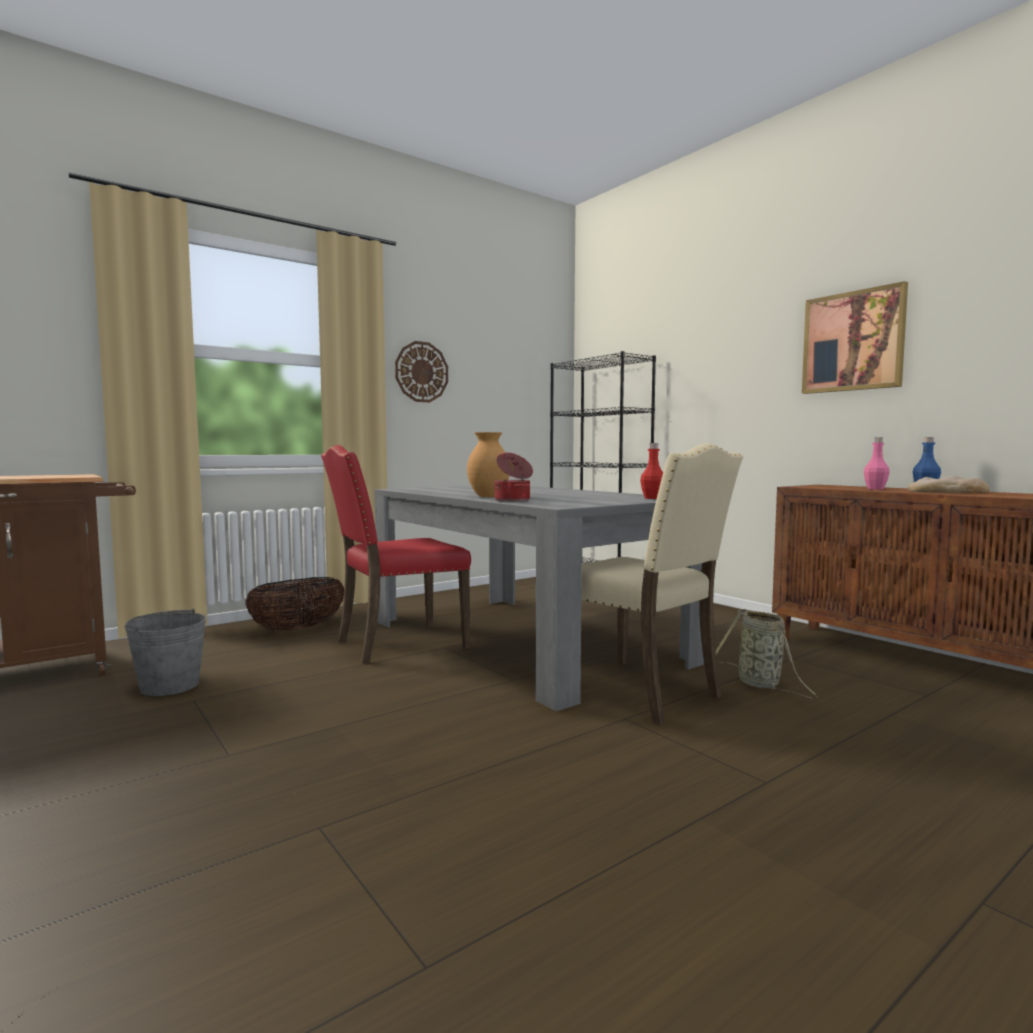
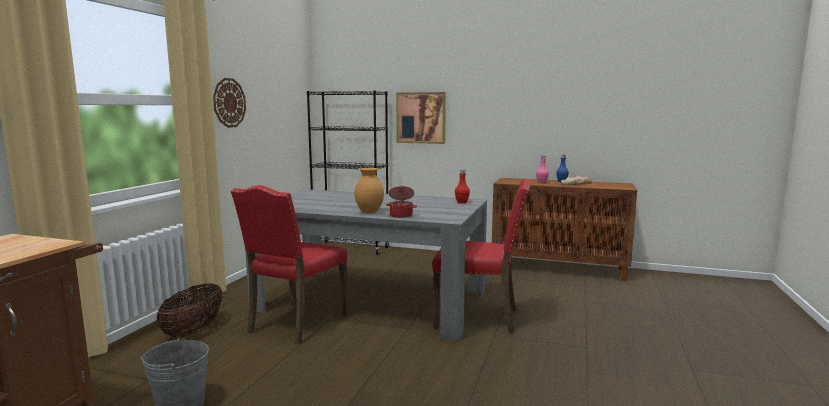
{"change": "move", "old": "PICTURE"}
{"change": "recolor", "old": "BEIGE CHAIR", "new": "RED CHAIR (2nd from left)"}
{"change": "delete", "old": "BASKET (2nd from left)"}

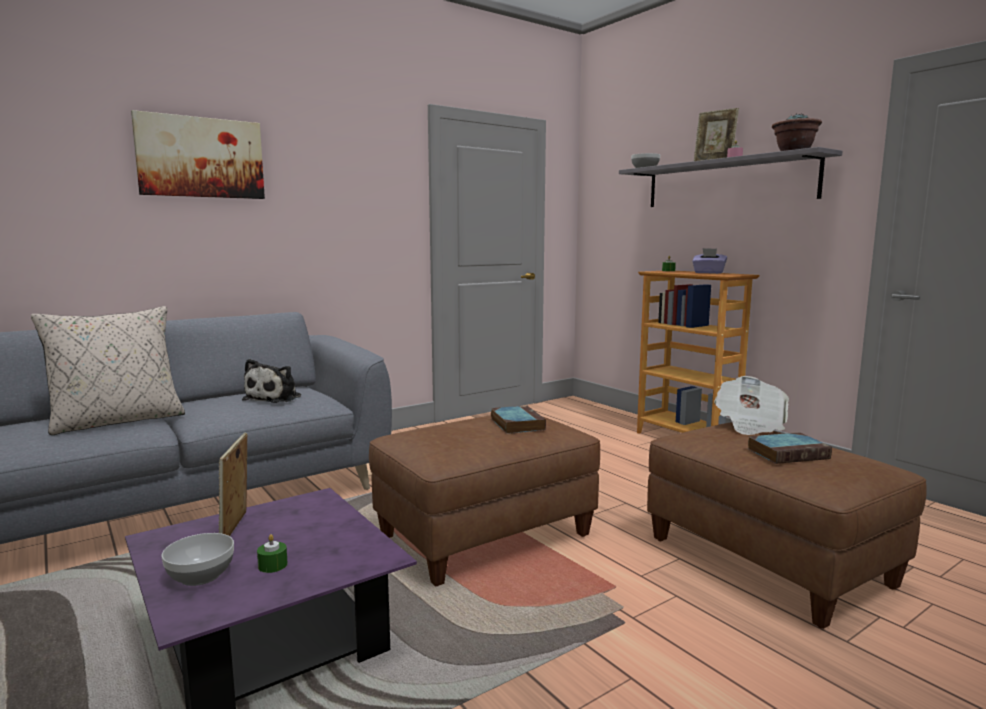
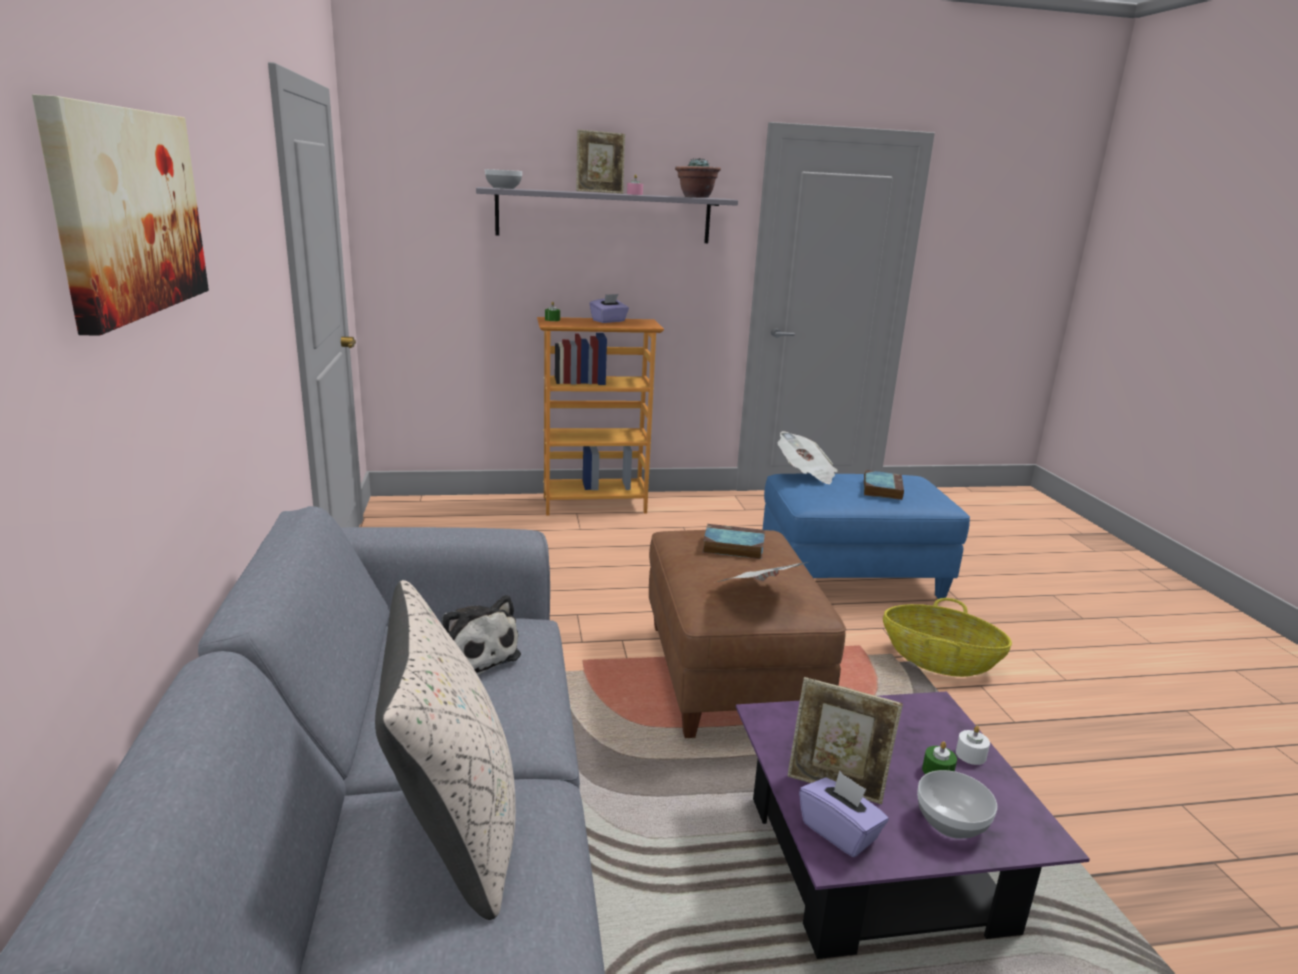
{"change": "insert", "new": "NEWSPAPER (1st from left)"}
{"change": "recolor", "old": "BROWN OTTOMAN (2nd from left)", "new": "BLUE OTTOMAN"}
{"change": "insert", "new": "PURPLE TISSUE BOX (2nd from left)"}
{"change": "insert", "new": "BASKET"}
{"change": "insert", "new": "WHITE CANDLE"}

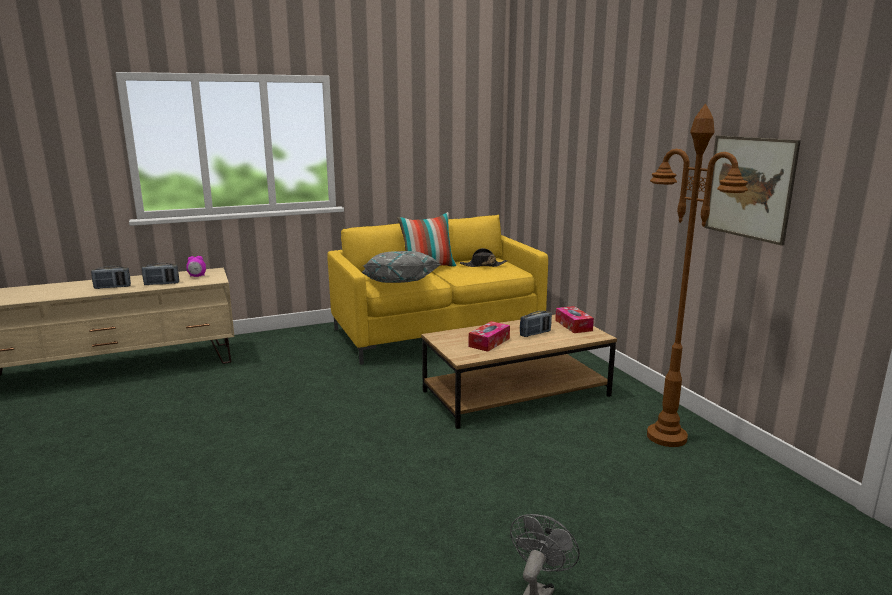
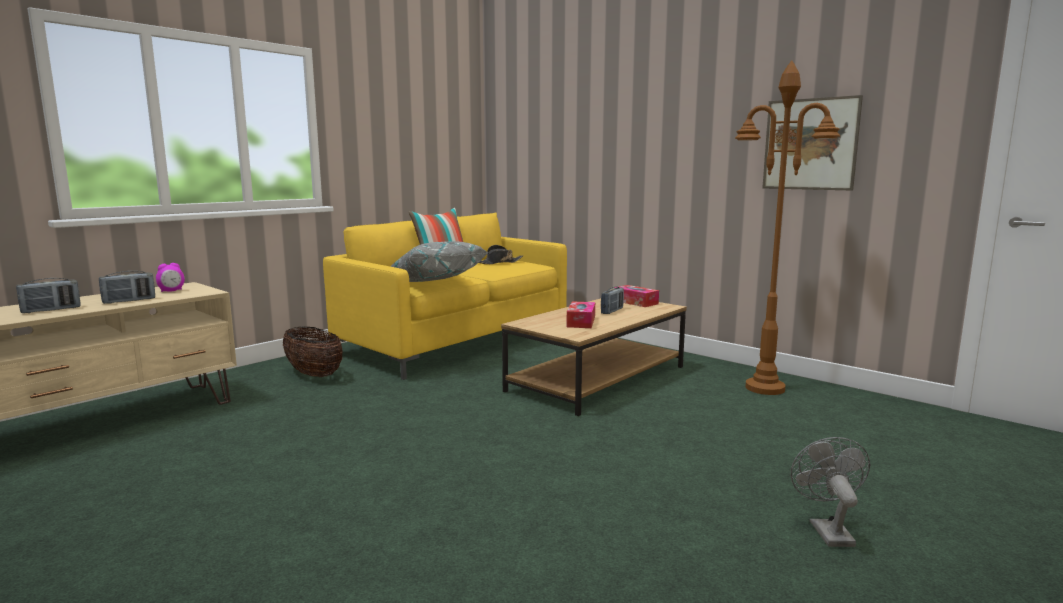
{"change": "insert", "new": "BASKET"}

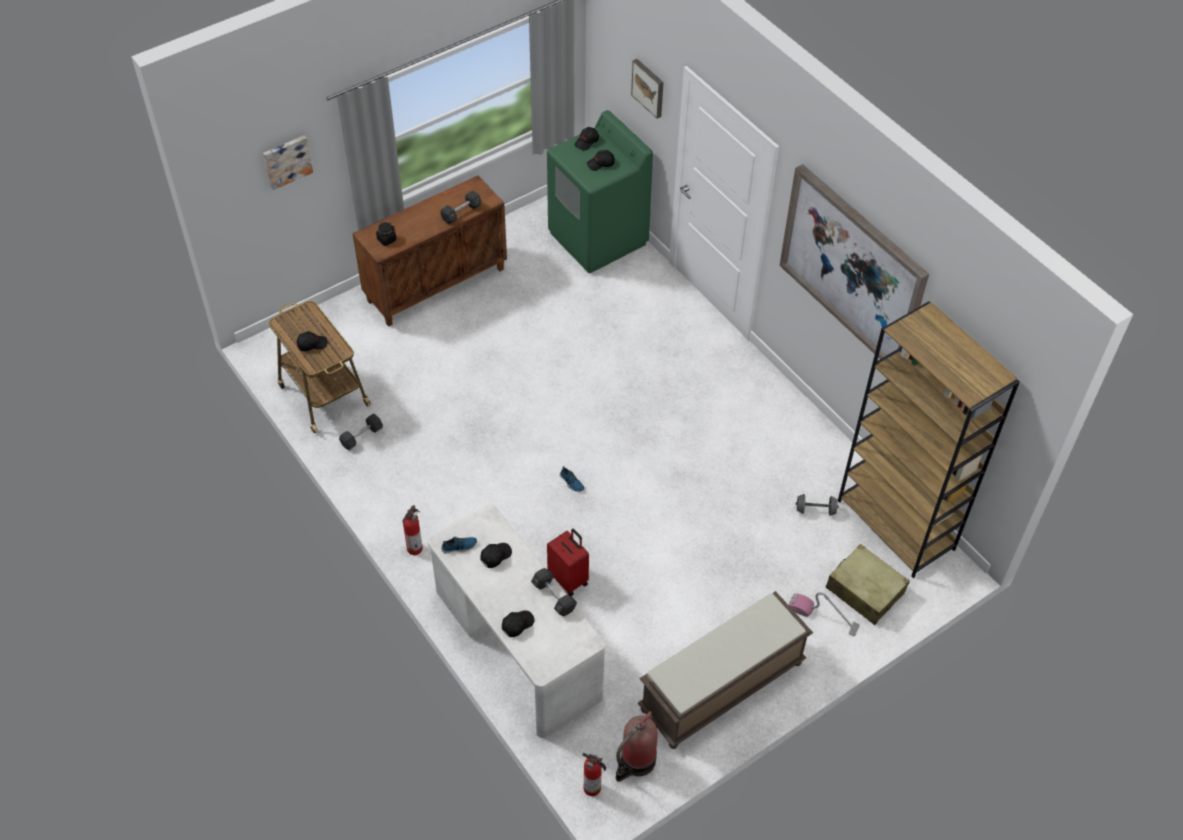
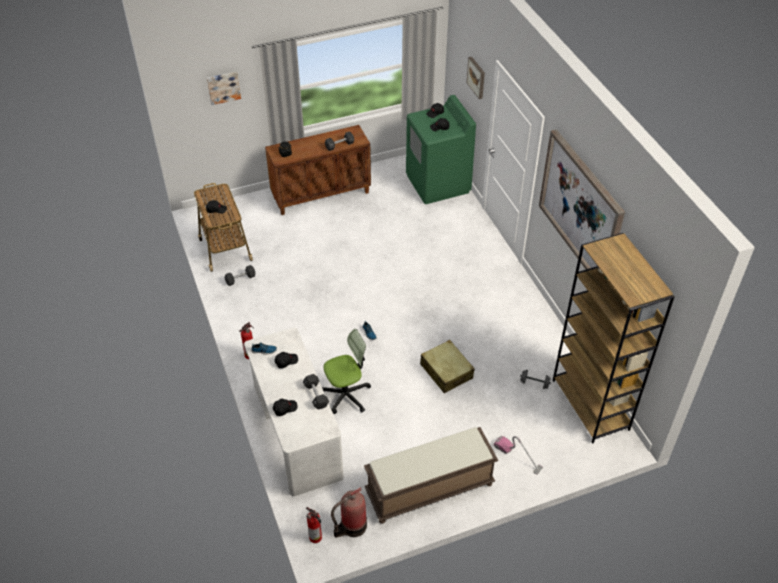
{"change": "replace", "old": "RED SUITCASE", "new": "OFFICE CHAIR"}
{"change": "move", "old": "BEIGE SUITCASE"}

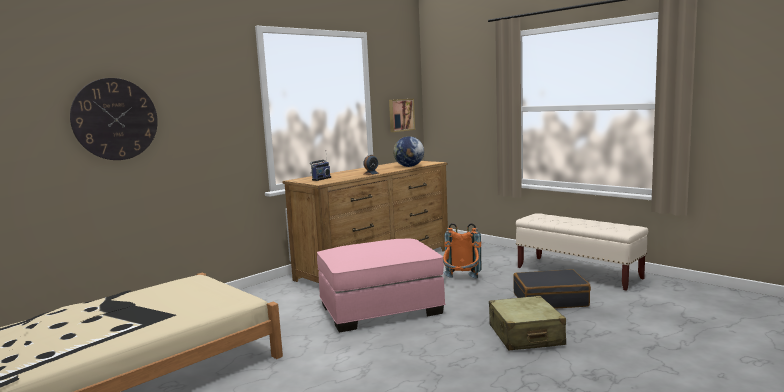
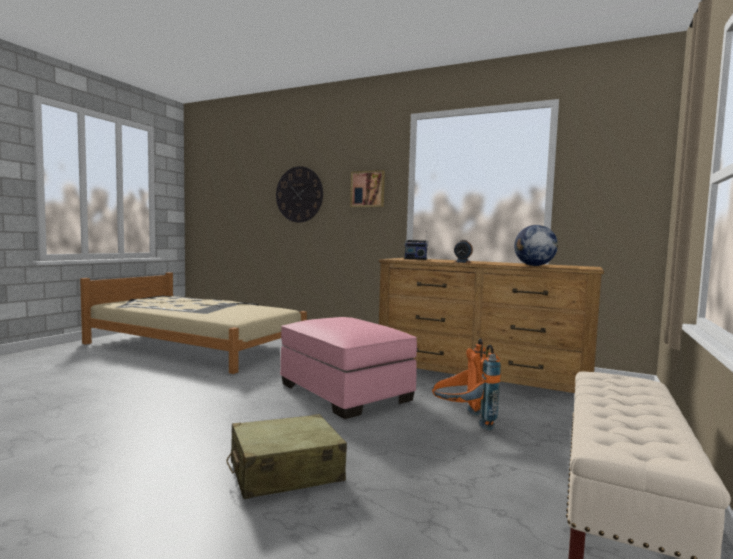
{"change": "move", "old": "PICTURE"}
{"change": "delete", "old": "BLACK SUITCASE"}

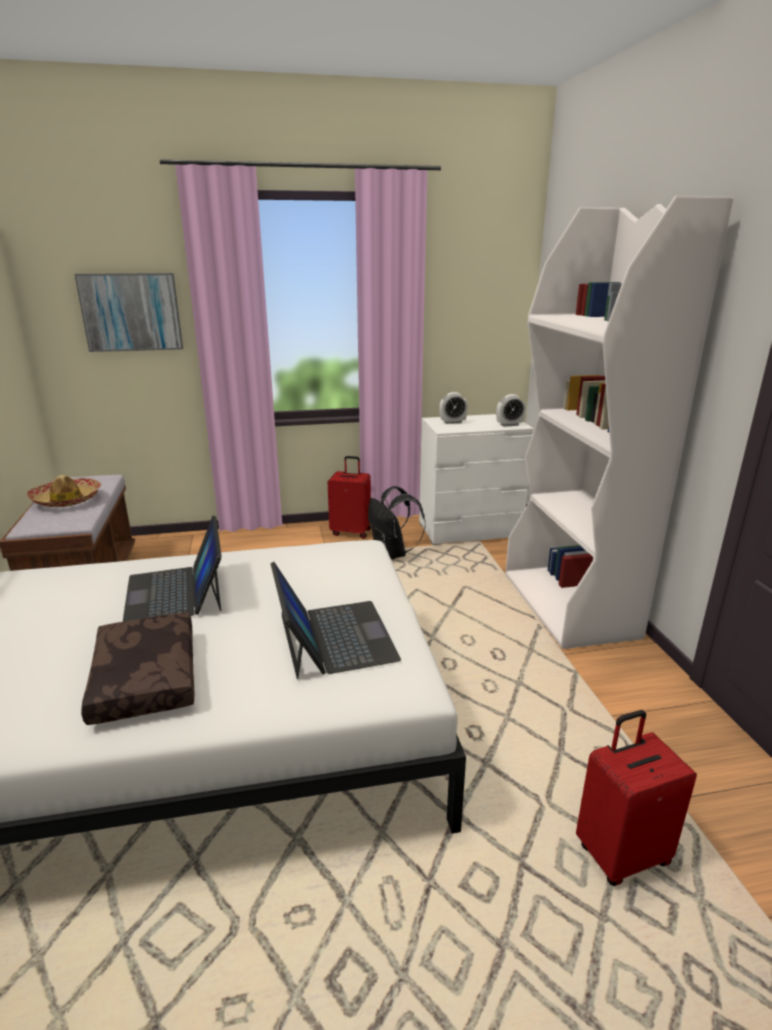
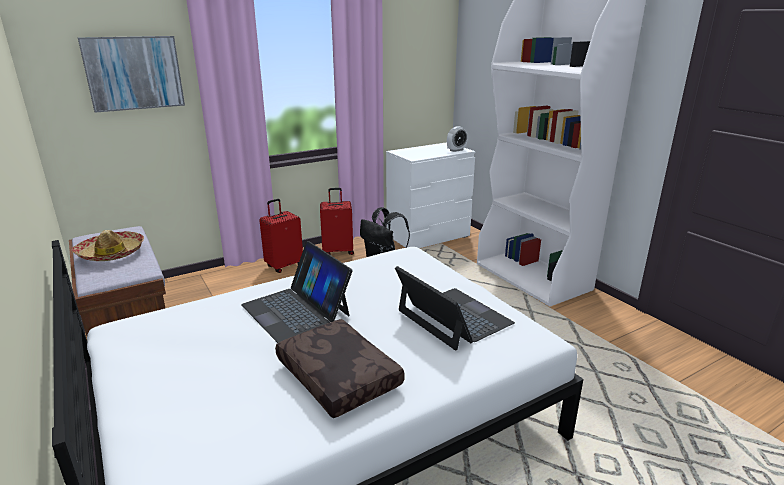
{"change": "move", "old": "RED SUITCASE (2nd from left in the first image)", "new": "RED SUITCASE (1st from left)"}
{"change": "delete", "old": "ALARM CLOCK (1st from left)"}

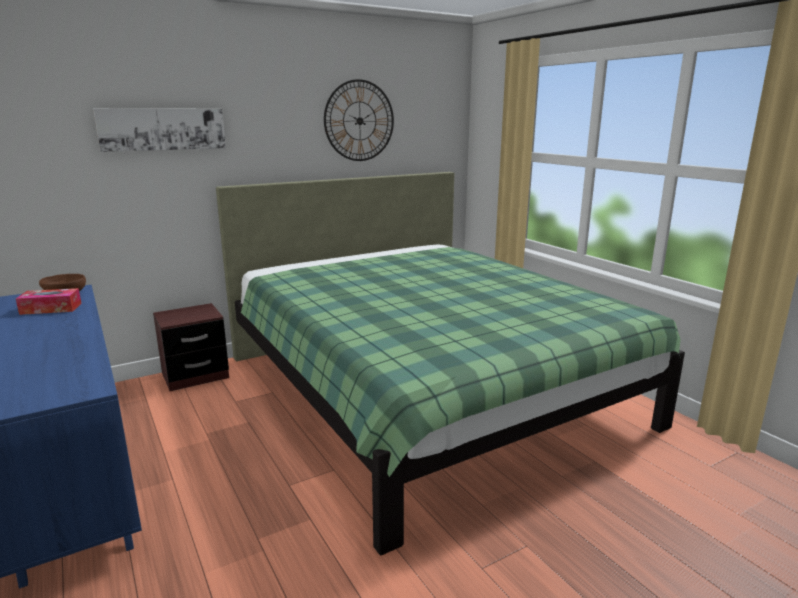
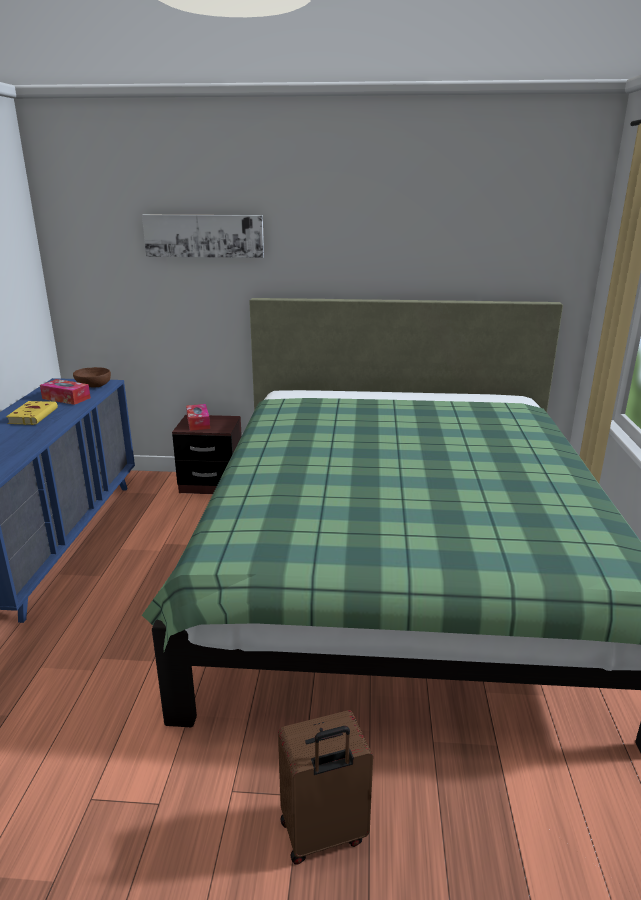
{"change": "insert", "new": "YELLOW BOOK"}
{"change": "insert", "new": "TISSUE BOX (2nd from left)"}
{"change": "insert", "new": "BROWN SUITCASE"}
{"change": "delete", "old": "WALL CLOCK"}

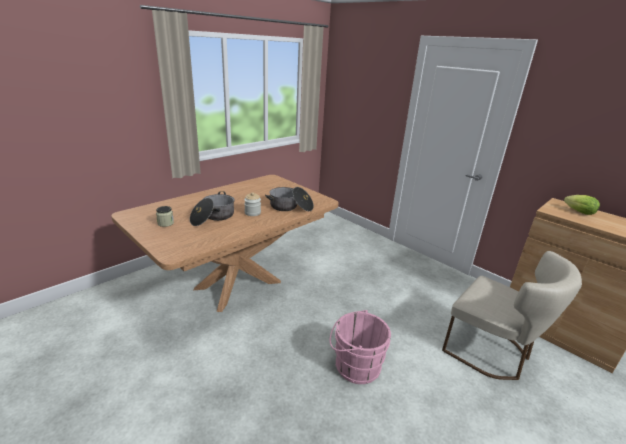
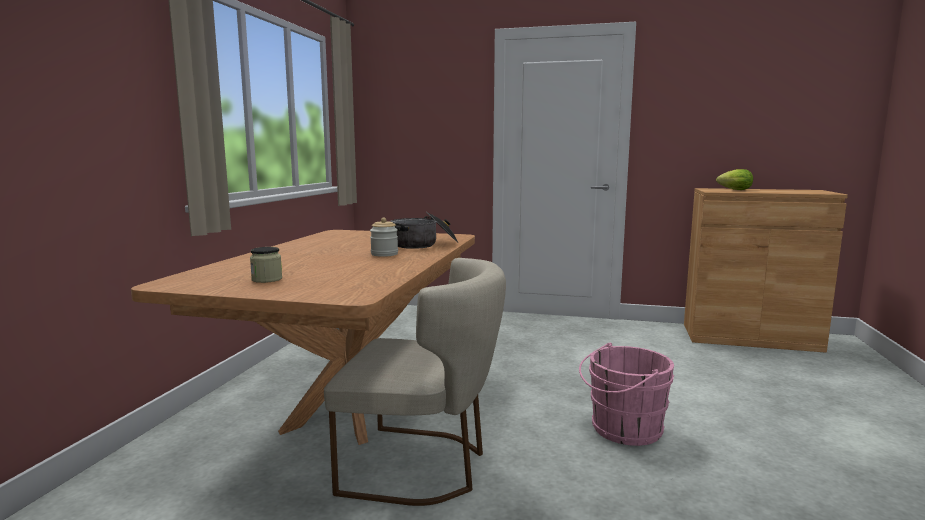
{"change": "move", "old": "BEIGE CHAIR"}
{"change": "delete", "old": "COOKING POT (1st from left)"}

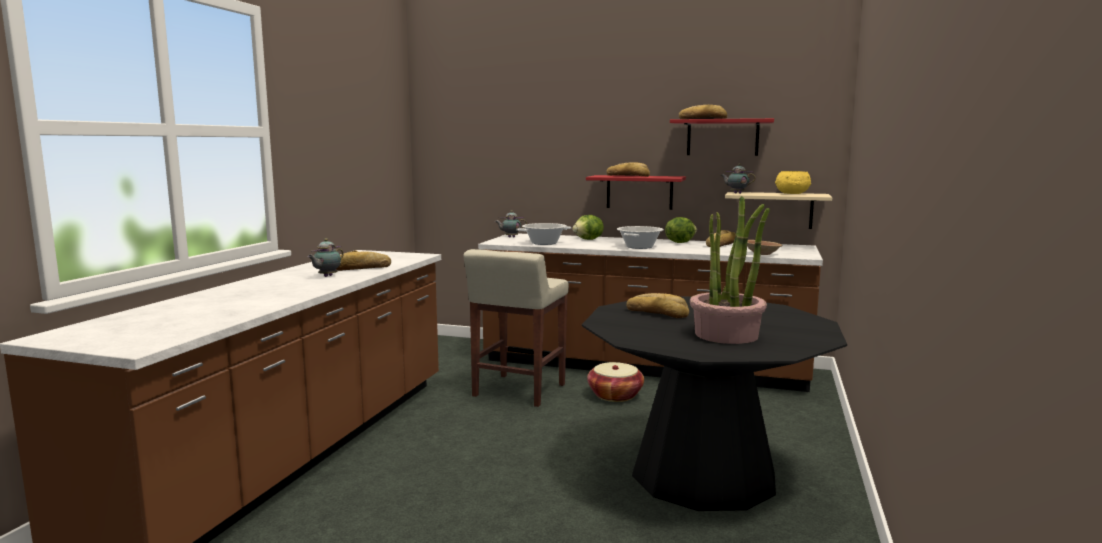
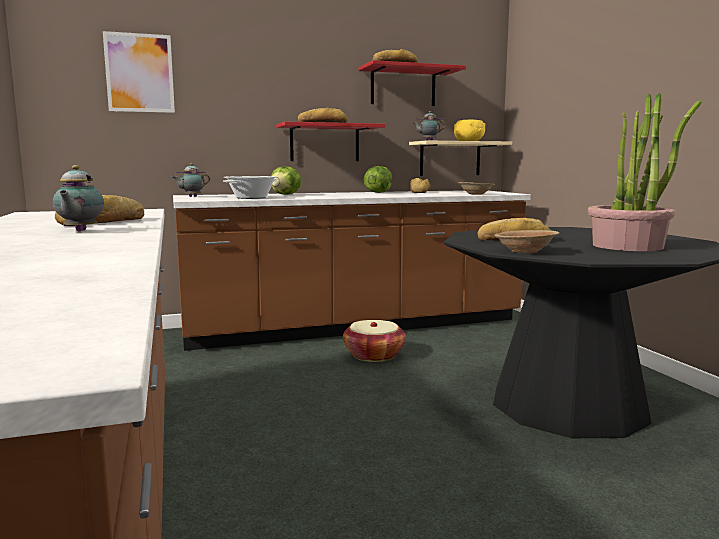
{"change": "insert", "new": "PICTURE"}
{"change": "insert", "new": "BROWN BOWL (2nd from left)"}
{"change": "delete", "old": "BEIGE STOOL"}
{"change": "delete", "old": "COOKING POT (2nd from left)"}

